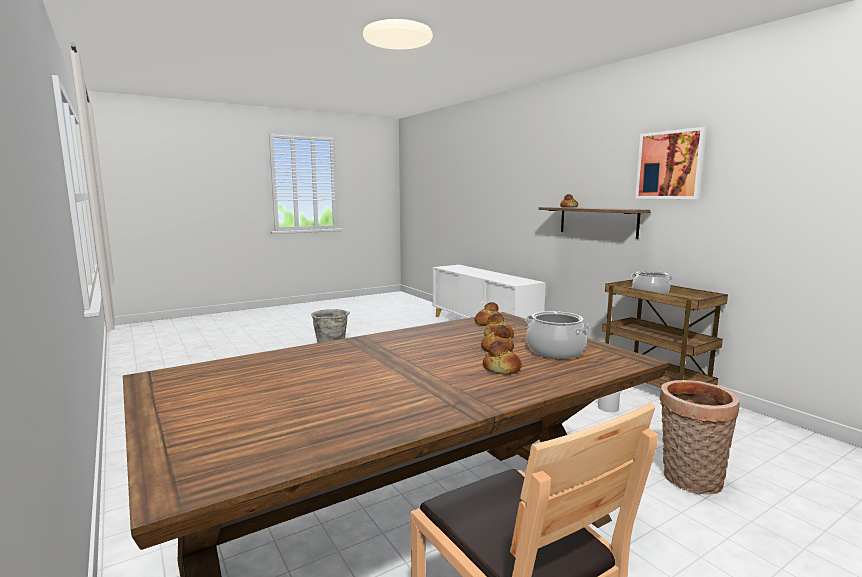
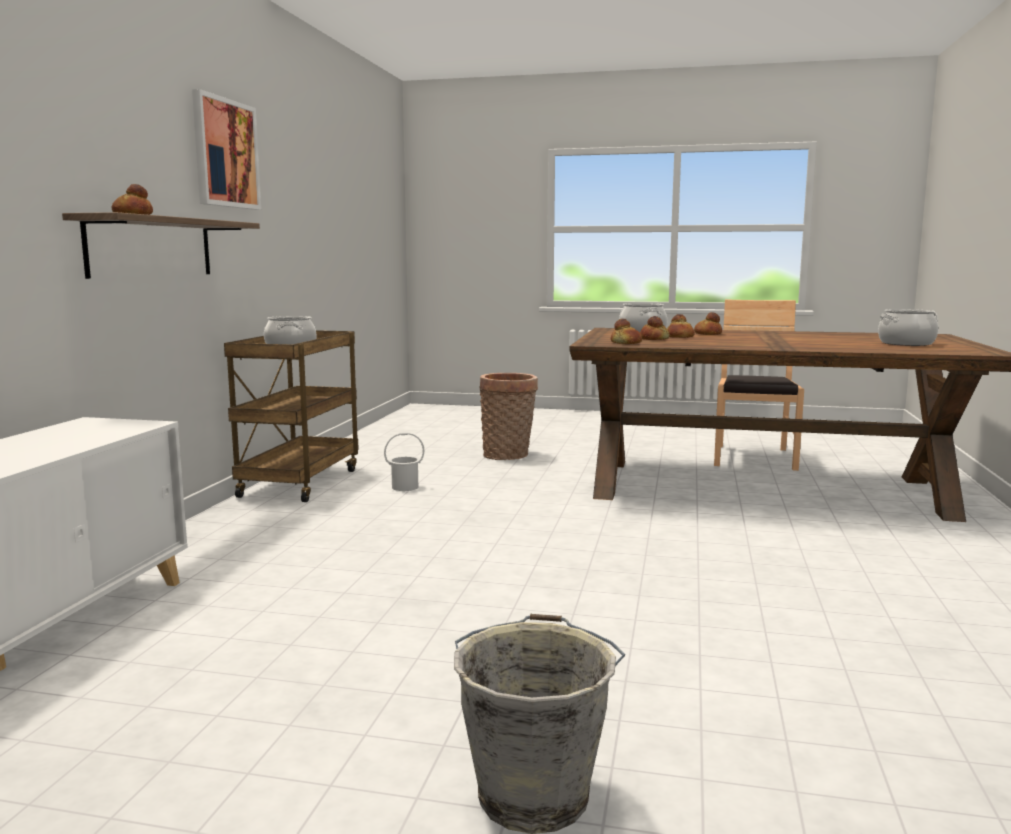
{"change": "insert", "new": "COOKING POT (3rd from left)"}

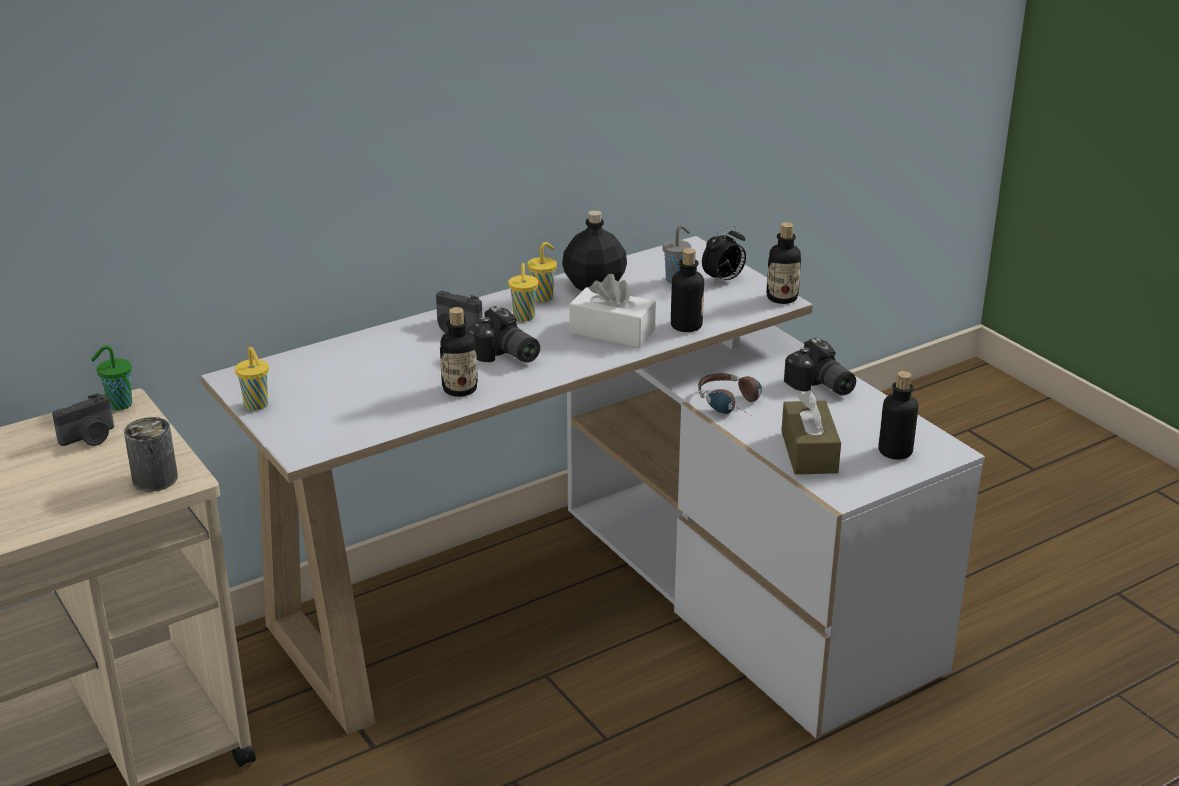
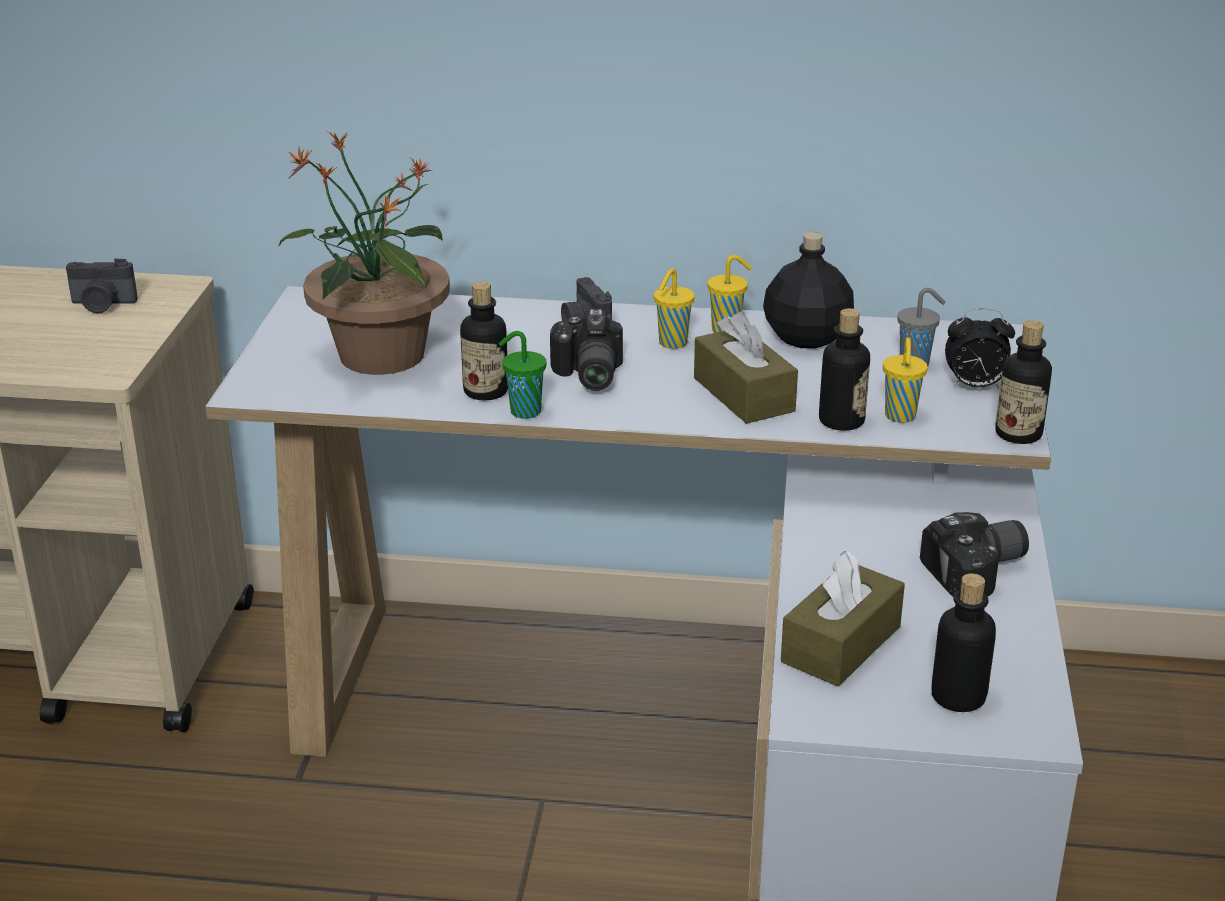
{"change": "insert", "new": "POTTED PLANT"}
{"change": "move", "old": "GREEN CUP"}
{"change": "recolor", "old": "WHITE TISSUE BOX", "new": "BROWN TISSUE BOX (1st from left)"}
{"change": "move", "old": "YELLOW CUP (1st from left in the first image)", "new": "YELLOW CUP (3rd from left)"}
{"change": "rotate", "old": "PHOTO CAMERA (4th from left)", "degrees": -120}
{"change": "delete", "old": "CAN"}
{"change": "delete", "old": "HEADPHONES"}

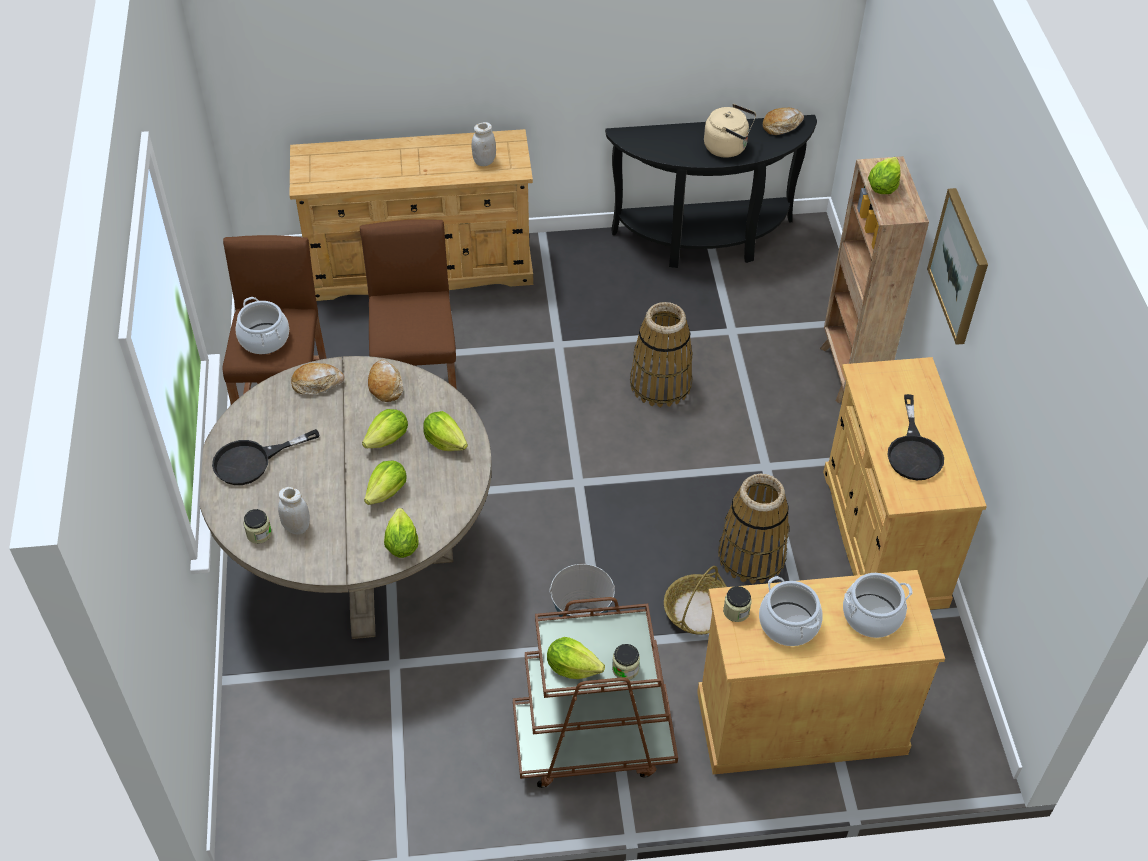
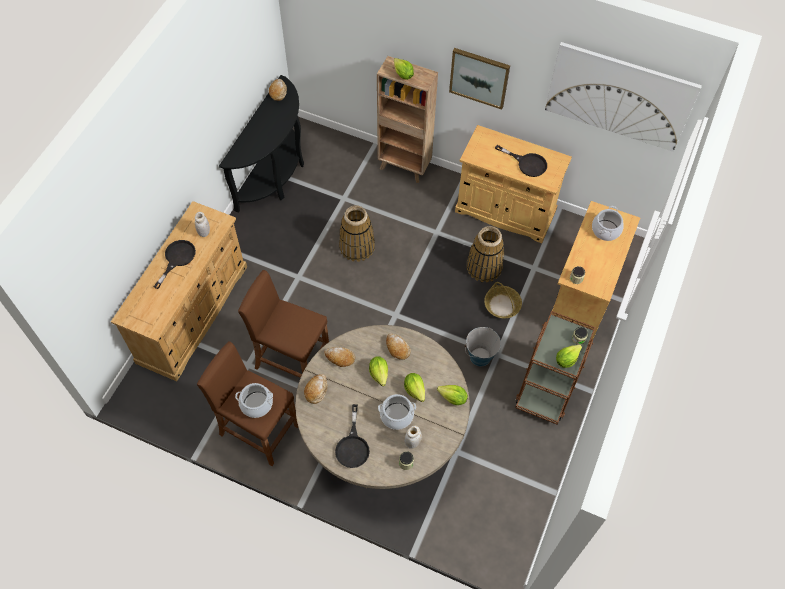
{"change": "insert", "new": "BLACK FRYING PAN (1st from left)"}
{"change": "move", "old": "COOKING POT (2nd from left)"}
{"change": "replace", "old": "LETTUCE (4th from left)", "new": "BREAD (4th from left)"}
{"change": "insert", "new": "PICTURE (2nd from left)"}
{"change": "delete", "old": "BEIGE KETTLE"}

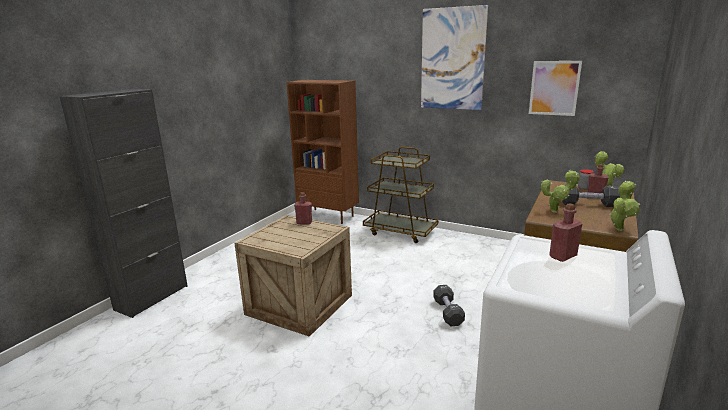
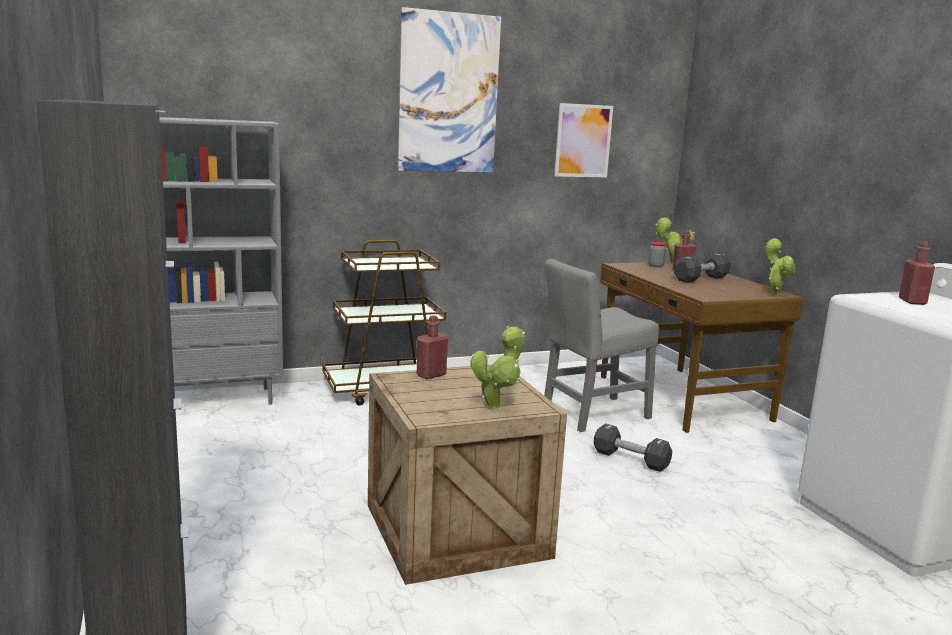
{"change": "recolor", "old": "BROWN BOOKCASE", "new": "GREY BOOKCASE"}
{"change": "move", "old": "POTTED PLANT (1st from left)"}
{"change": "insert", "new": "GREY CHAIR"}

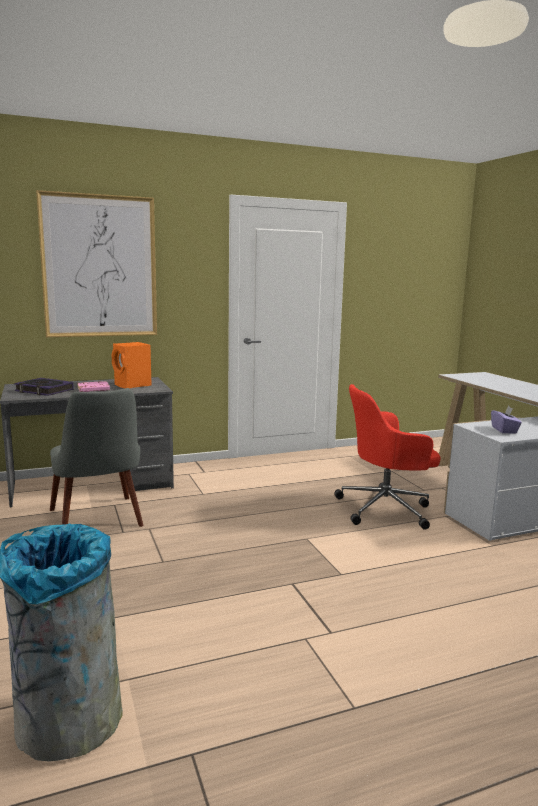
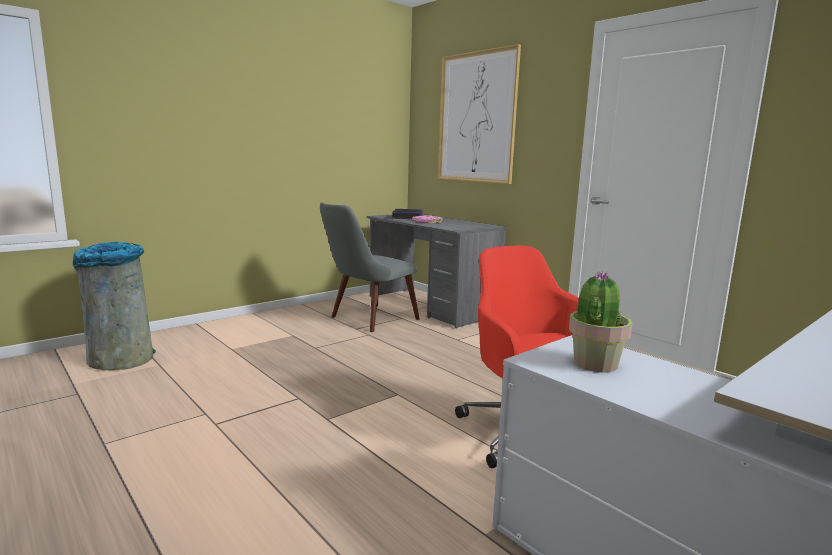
{"change": "replace", "old": "PURPLE TISSUE BOX", "new": "POTTED PLANT"}
{"change": "delete", "old": "ORANGE SPEAKER"}

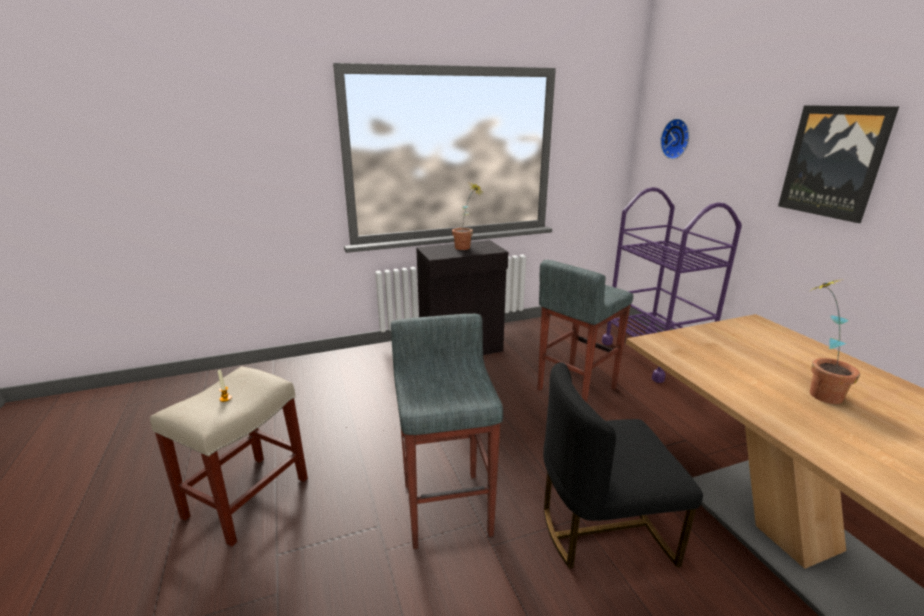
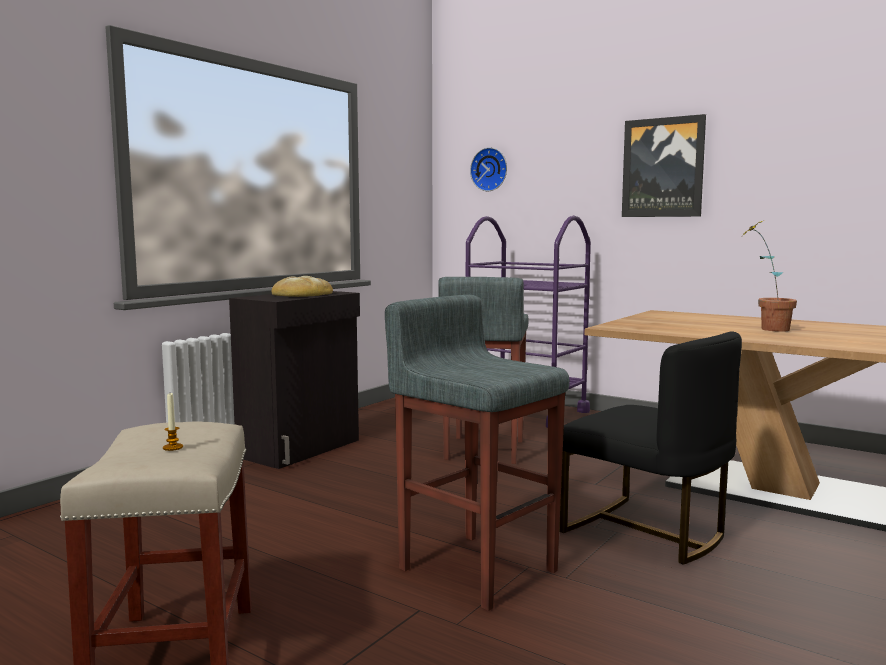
{"change": "replace", "old": "POTTED PLANT (1st from left)", "new": "BREAD"}
{"change": "rotate", "old": "BLACK CHAIR", "degrees": -90}

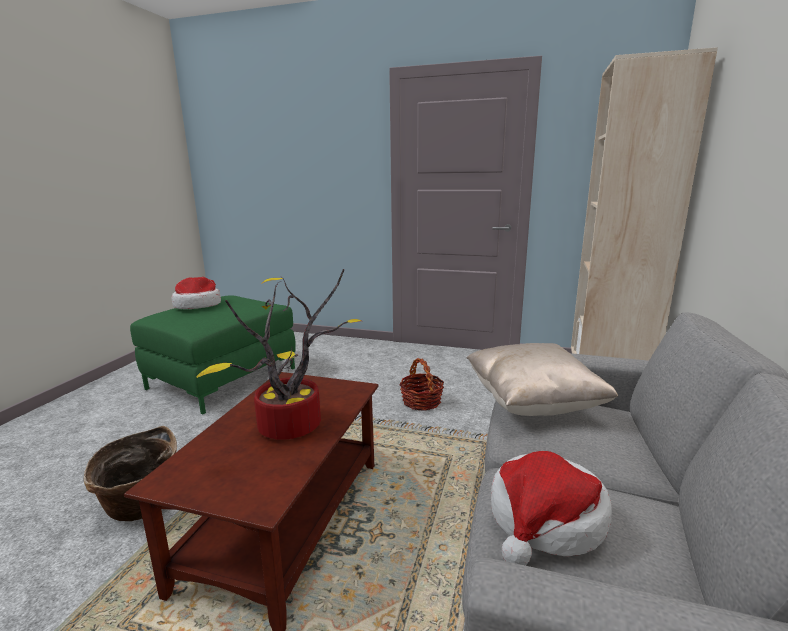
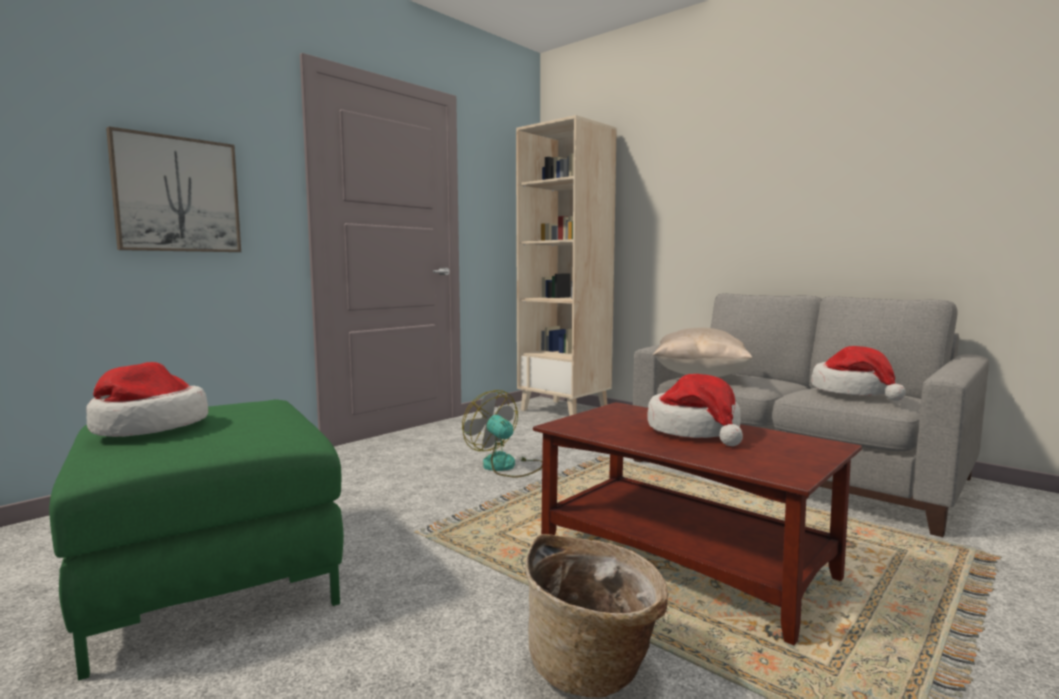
{"change": "insert", "new": "PICTURE"}
{"change": "replace", "old": "BASKET (2nd from left)", "new": "FAN"}
{"change": "replace", "old": "POTTED PLANT", "new": "HAT (2nd from left)"}

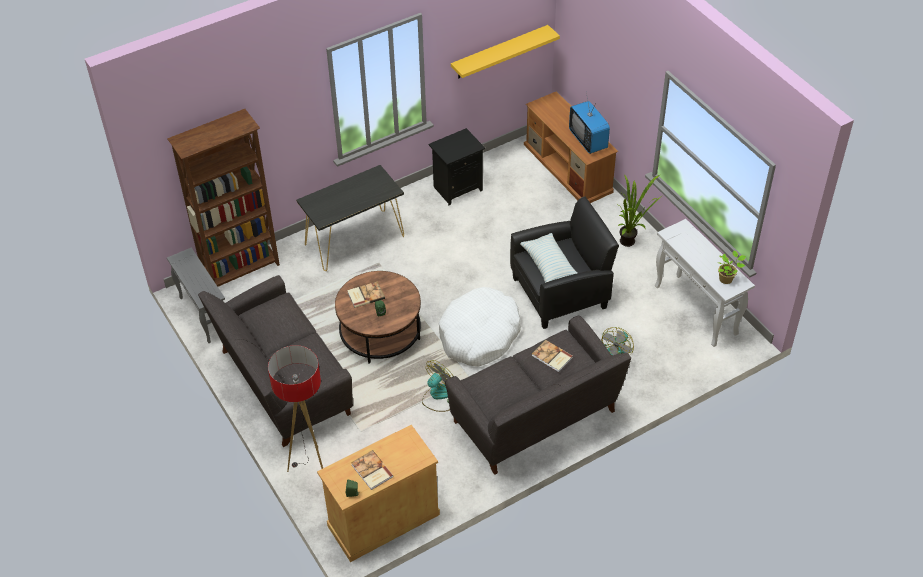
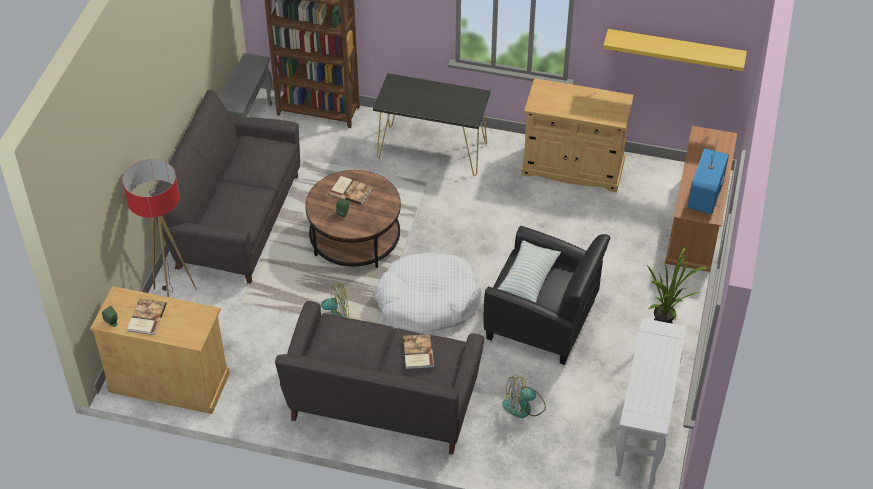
{"change": "replace", "old": "BLACK NIGHTSTAND", "new": "BEIGE CABINET (2nd from left)"}
{"change": "delete", "old": "POTTED PLANT (2nd from left)"}

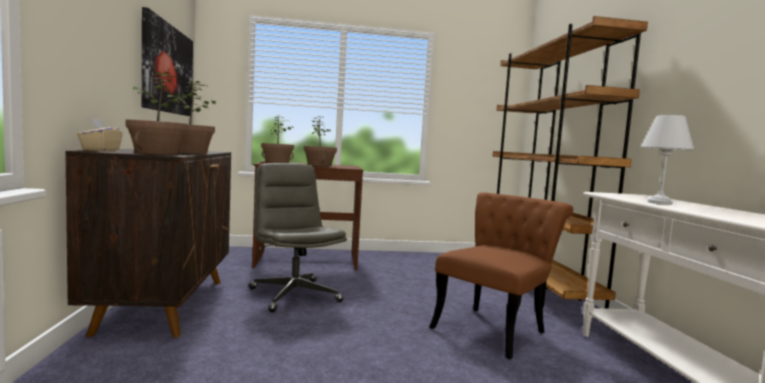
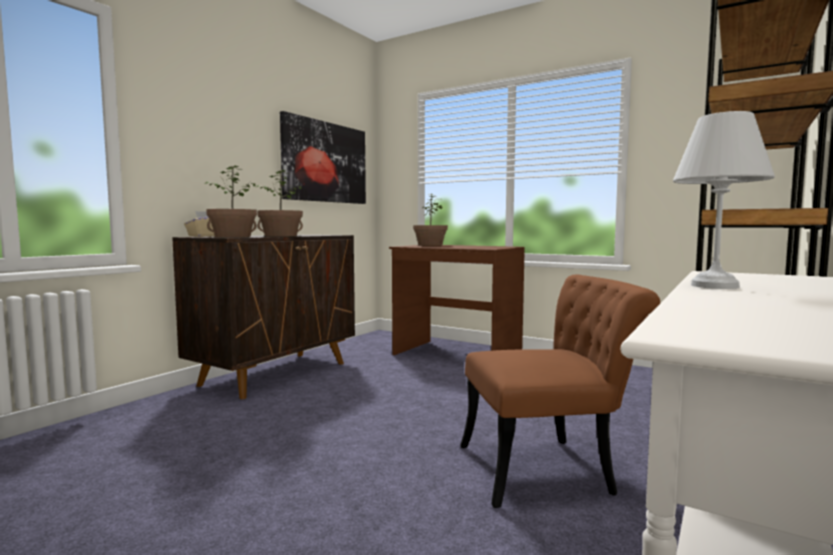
{"change": "delete", "old": "GREY OFFICE CHAIR"}
{"change": "delete", "old": "POTTED PLANT (4th from left)"}

